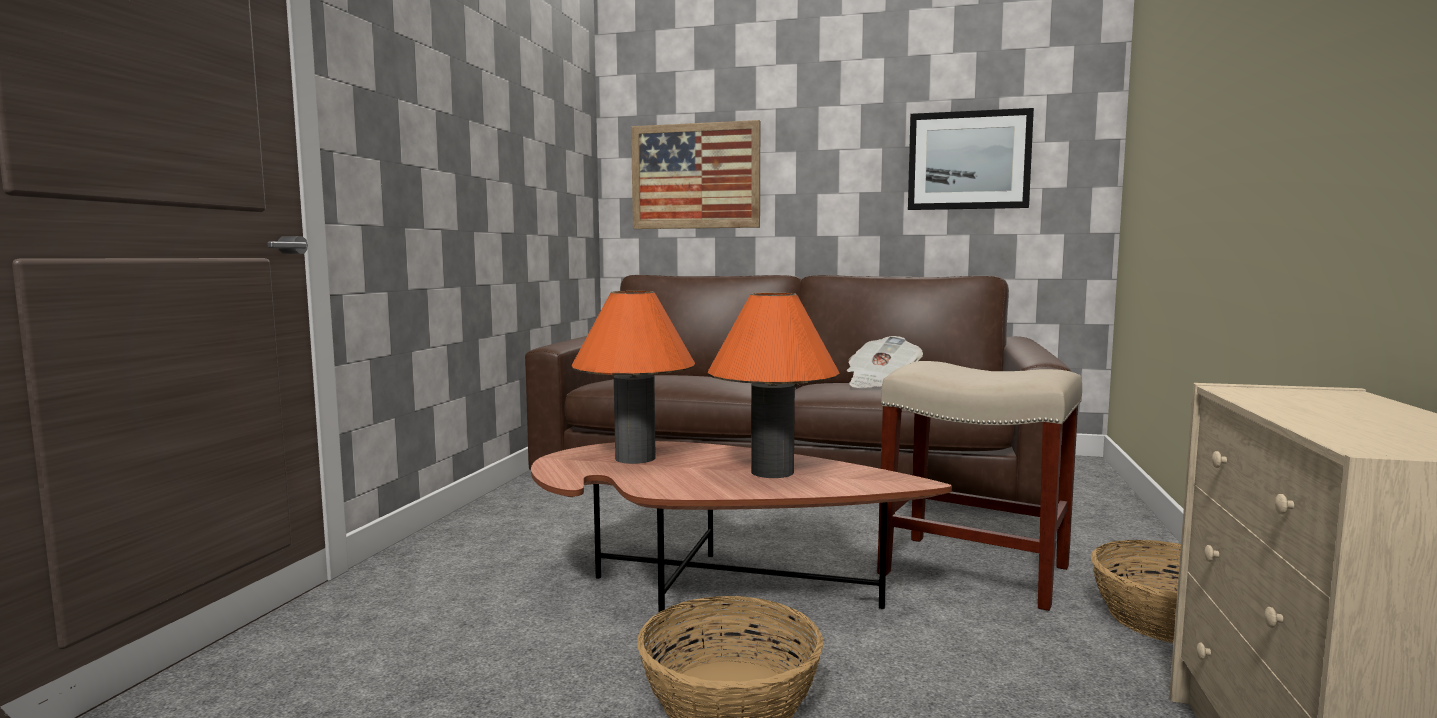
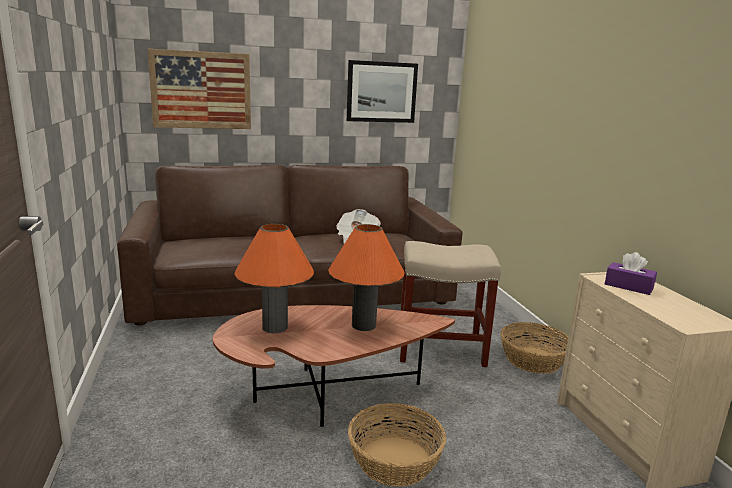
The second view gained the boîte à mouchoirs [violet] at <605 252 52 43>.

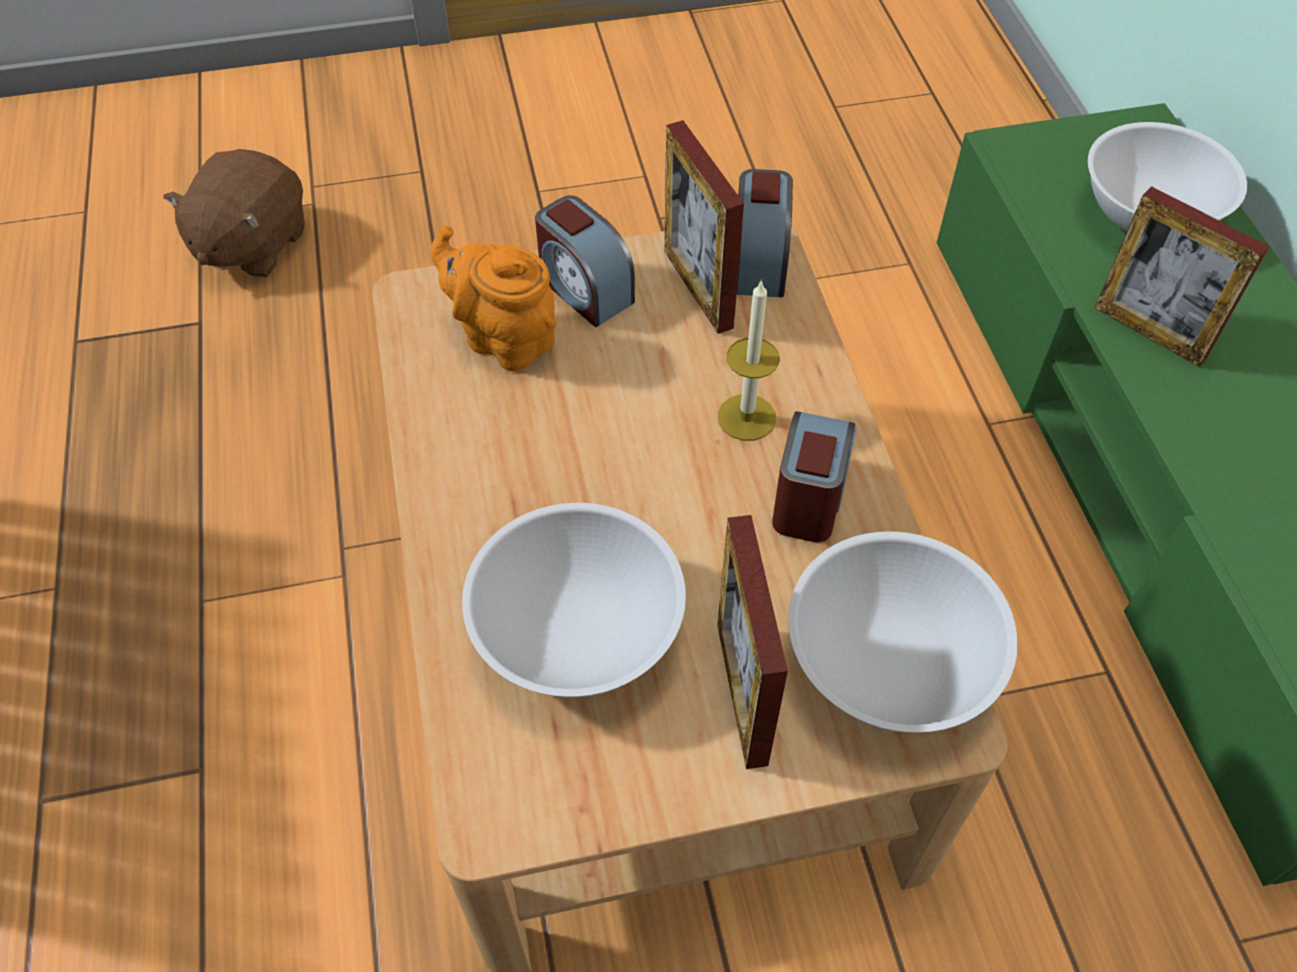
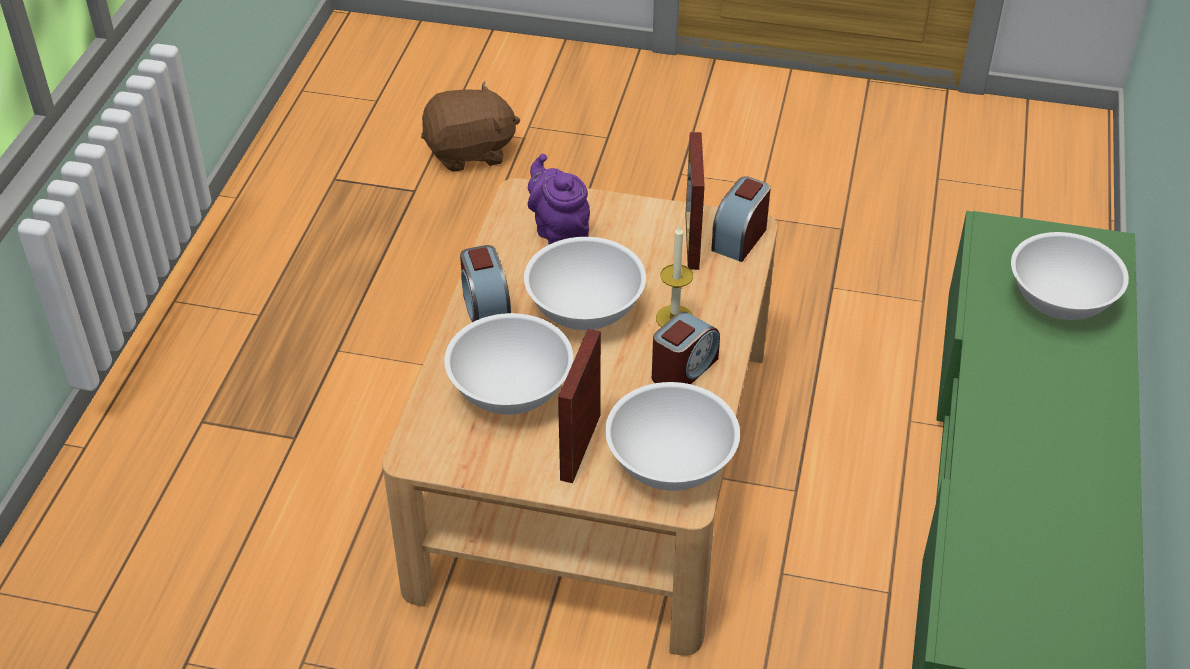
The second view lost the cadre photo at <1095 186 175 181>. The second view gained the bol [blanc] at <524 237 122 93>. The réveil ended up elsewhere, having gone from <535 195 100 132> to <460 245 51 77>. What was the théière [orange] at <430 225 127 146> turned into the théière [violet] at <528 154 62 91>. The peluche [marron] at <163 149 142 129> ended up facing another way, 150 degrees counterclockwise from before.

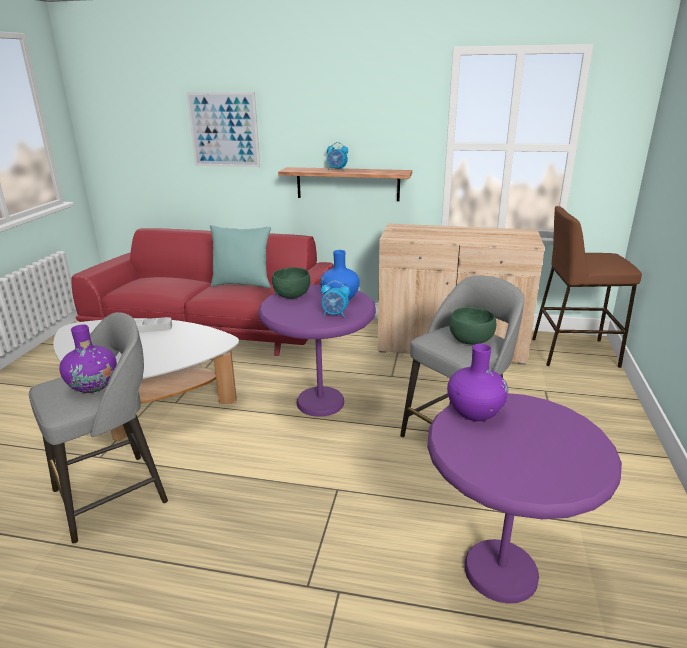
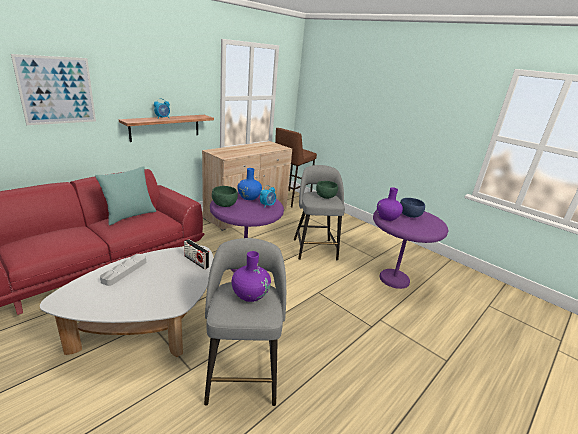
The second view gained the radio at <184 239 26 30>. The second view gained the bol [bleu] at <400 198 25 20>.

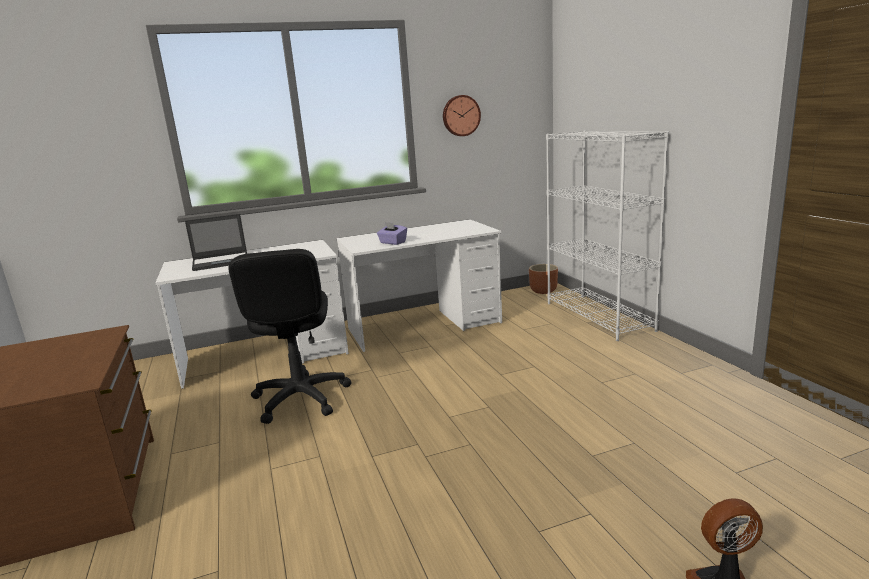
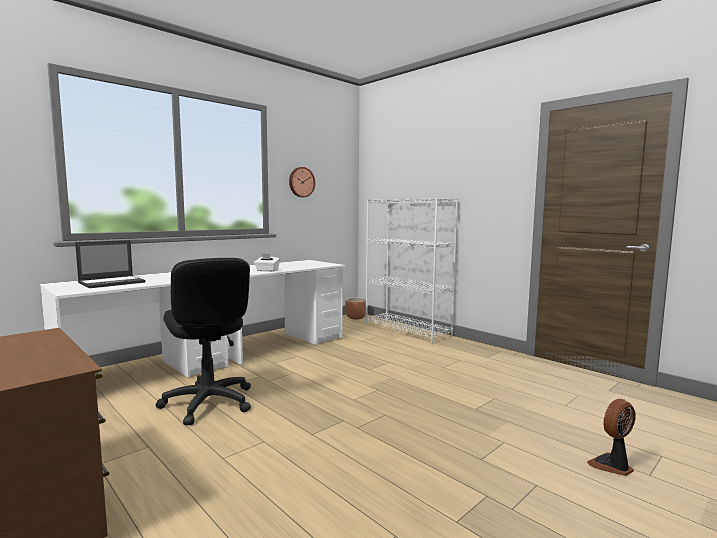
What was the boîte à mouchoirs [violet] at <377 222 30 23> turned into the boîte à mouchoirs [blanc] at <254 253 26 19>.

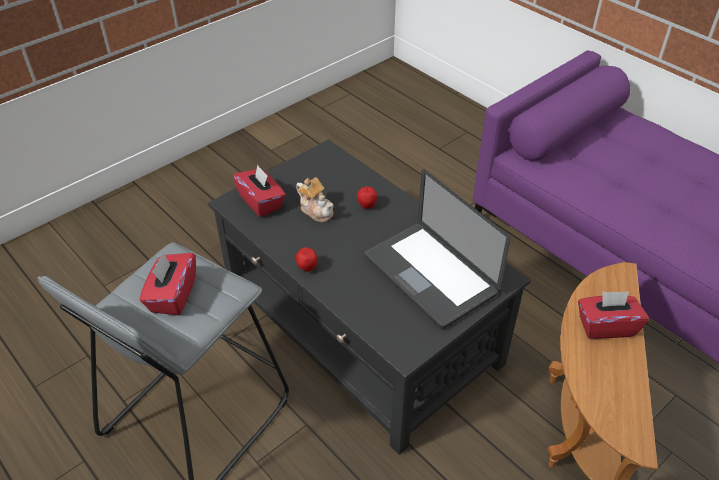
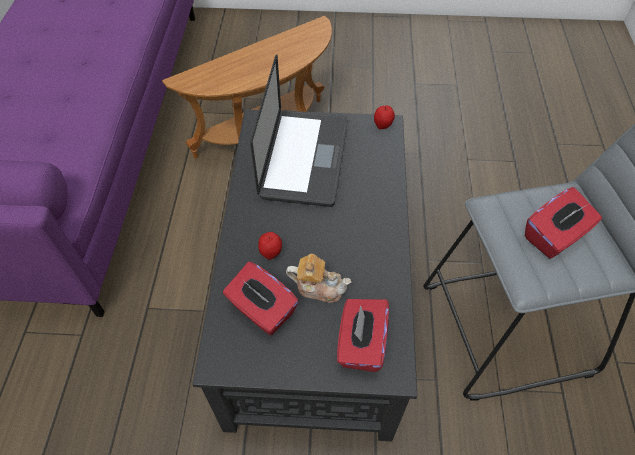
The pomme ended up elsewhere, having gone from <296 247 21 25> to <374 106 21 24>. The boîte à mouchoirs [rouge] ended up elsewhere, having gone from <578 291 71 48> to <223 261 76 74>. The théière at <296 177 38 45> ended up facing another way, 105 degrees clockwise from before.

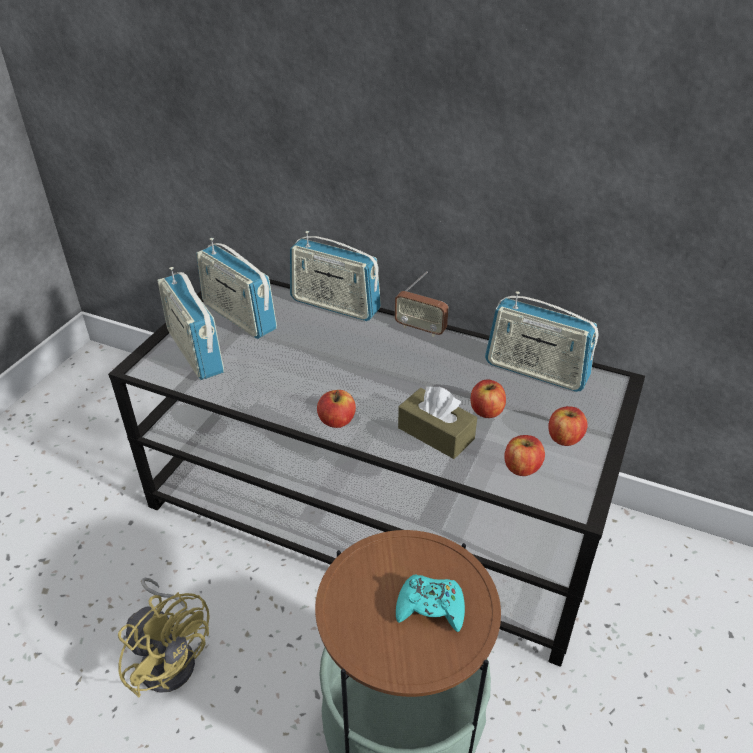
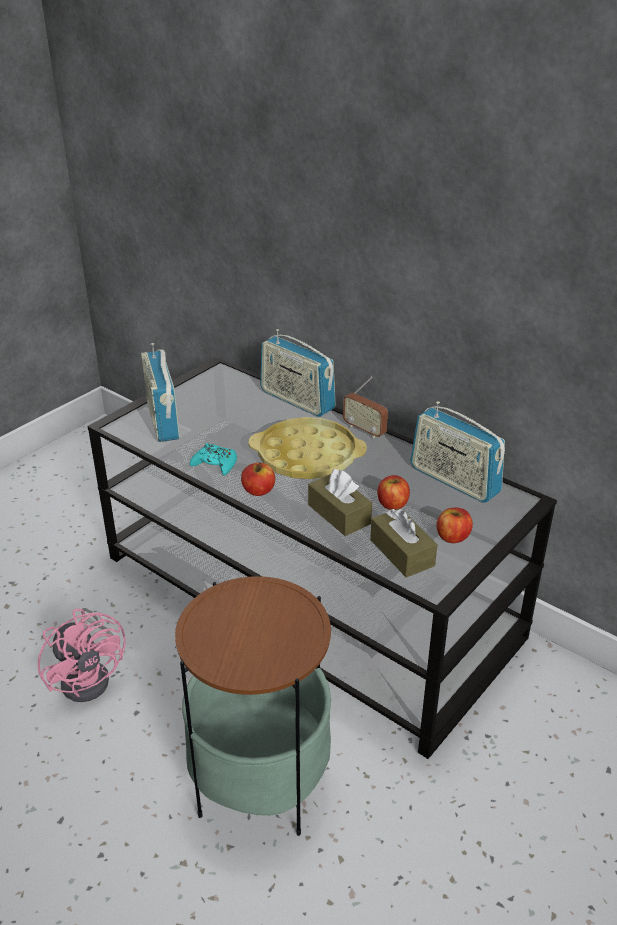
The second view lost the radio at <196 238 81 101>. The second view gained the plateau [jaune] at <248 417 119 62>. The manette [turquoise] ended up elsewhere, having gone from <396 574 69 58> to <190 443 47 33>. Where the pomme stood at <504 435 41 41>, the boîte à mouchoirs [marron] came to stand at <370 508 67 70>. What was the ventilateur [jaune] at <118 577 92 121> turned into the ventilateur [rose] at <38 608 88 94>.

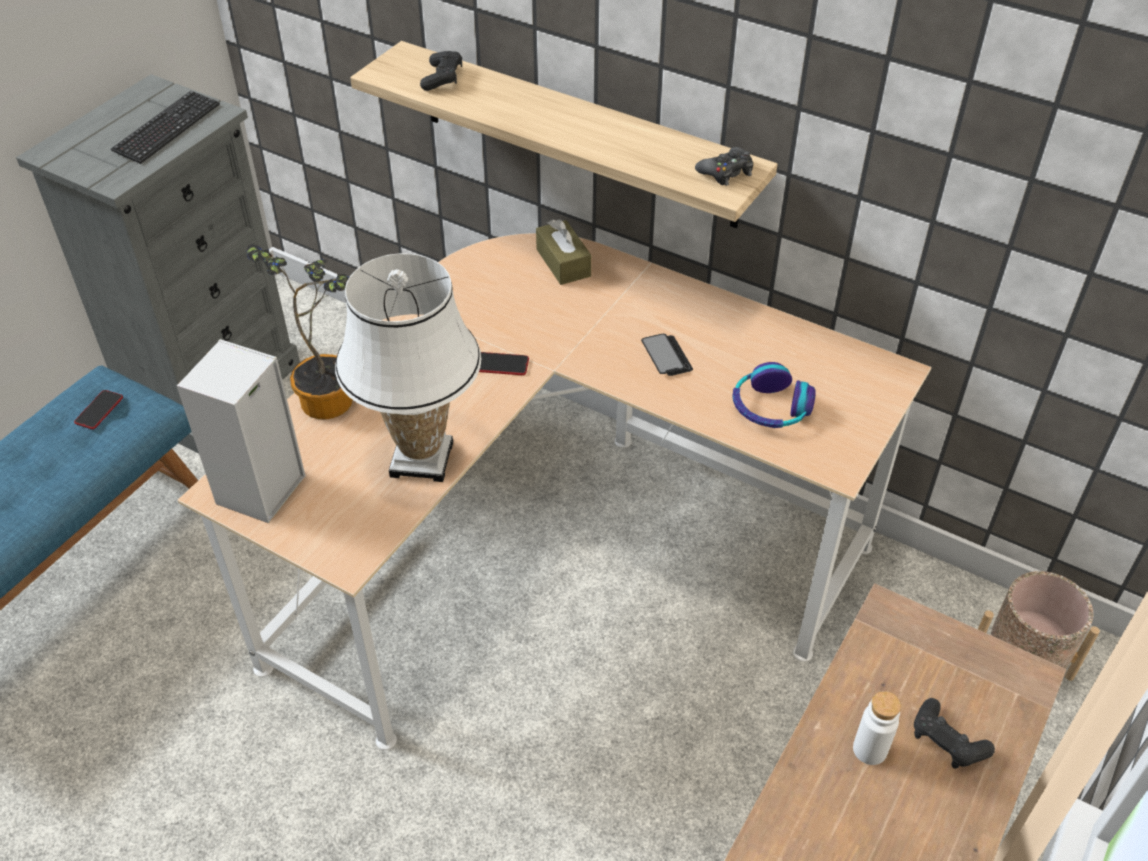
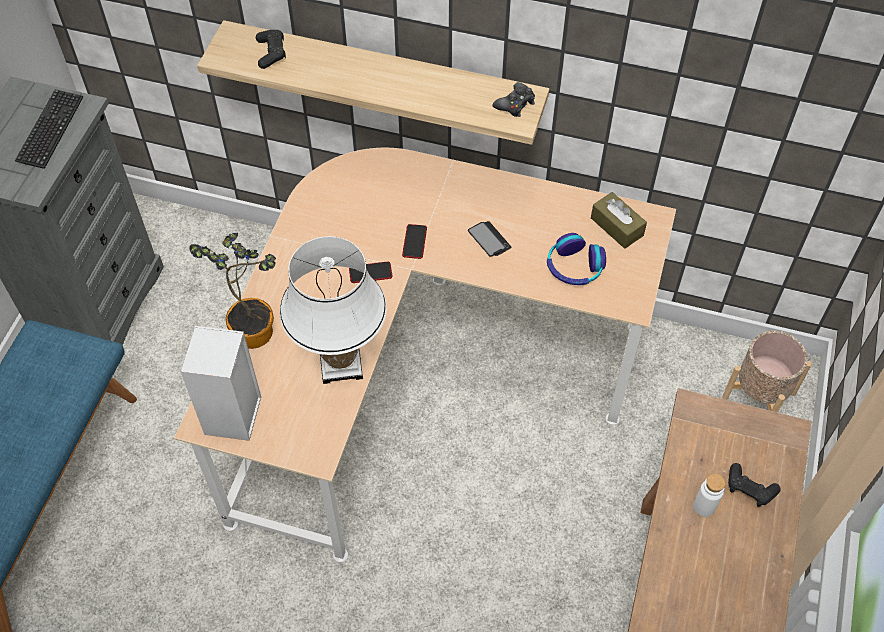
The téléphone ended up elsewhere, having gone from <74 390 49 39> to <402 224 25 35>. The boîte à mouchoirs [marron] ended up elsewhere, having gone from <536 219 55 66> to <591 192 56 57>.

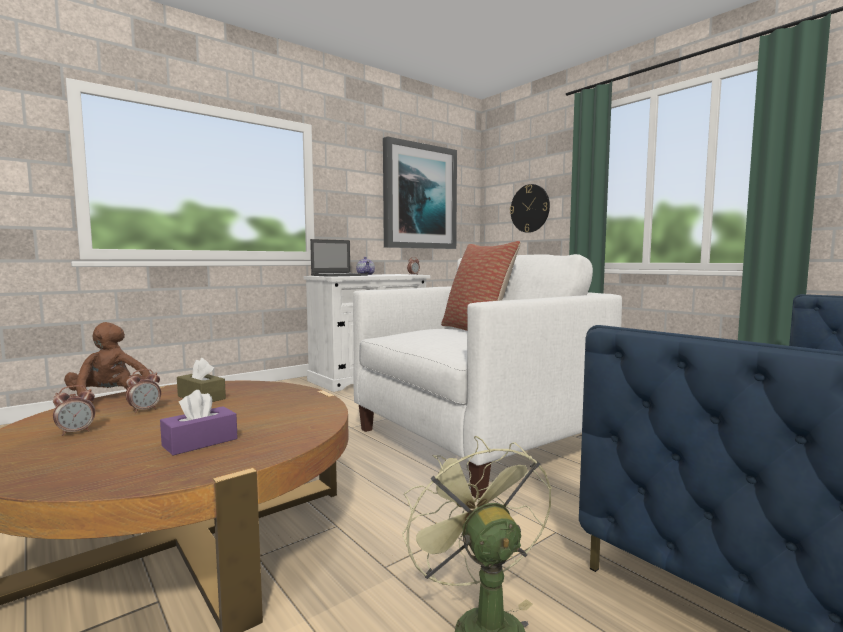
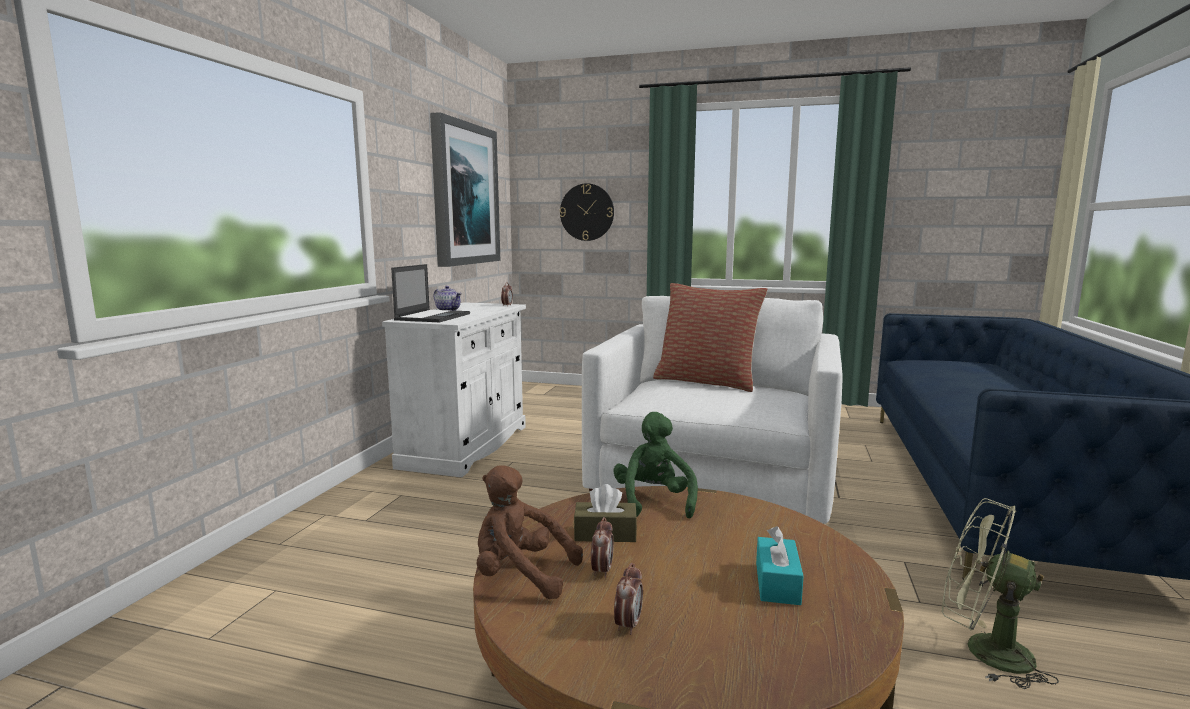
The second view gained the peluche [vert] at <613 412 85 106>. What was the boîte à mouchoirs [violet] at <160 390 78 65> turned into the boîte à mouchoirs [turquoise] at <756 526 48 79>.

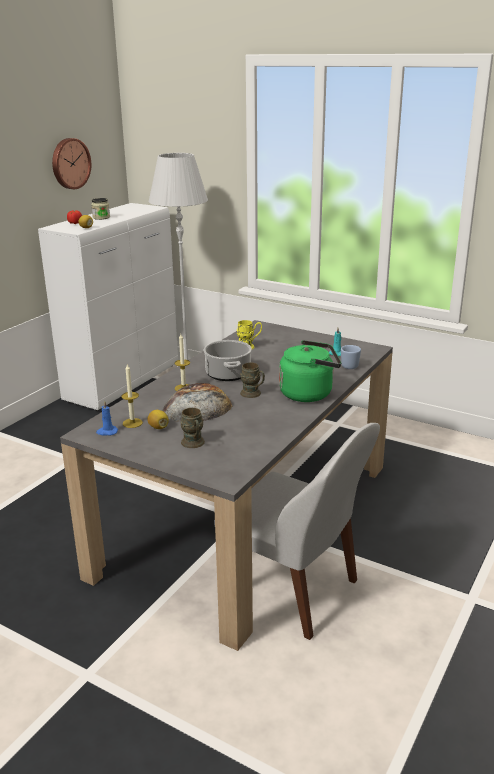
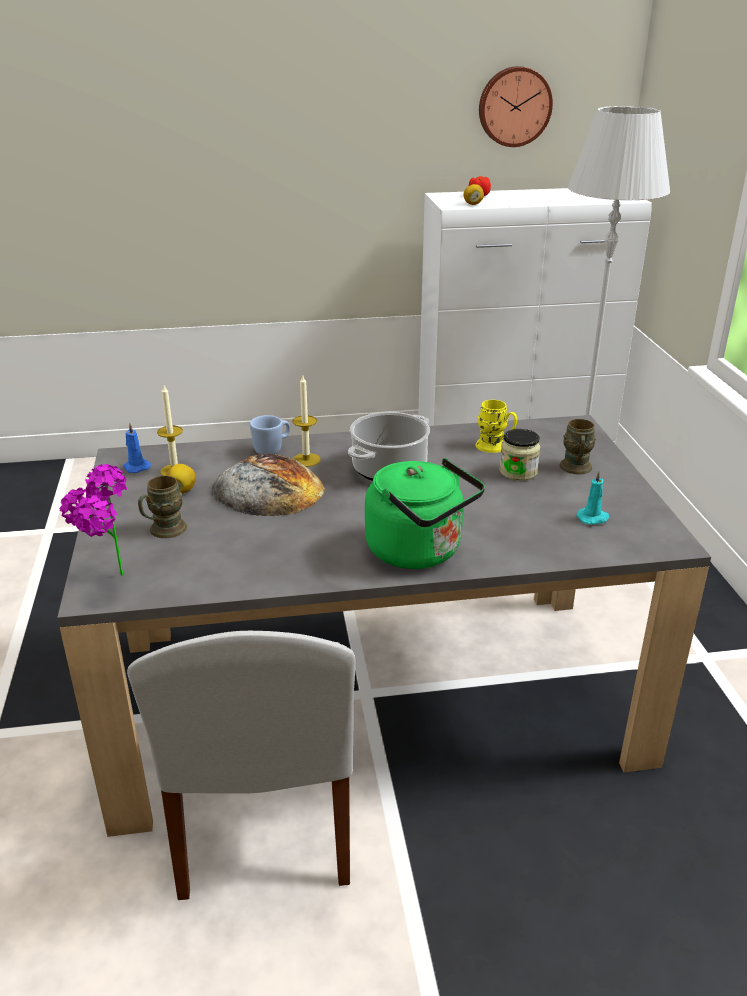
The second view gained the plante en pot at <59 464 68 112>. The bocal ended up elsewhere, having gone from <91 198 19 22> to <499 429 41 52>. The mug [marron] ended up elsewhere, having gone from <240 363 25 35> to <559 419 37 55>. The mug [bleu] ended up elsewhere, having gone from <341 345 20 24> to <250 415 40 39>.

